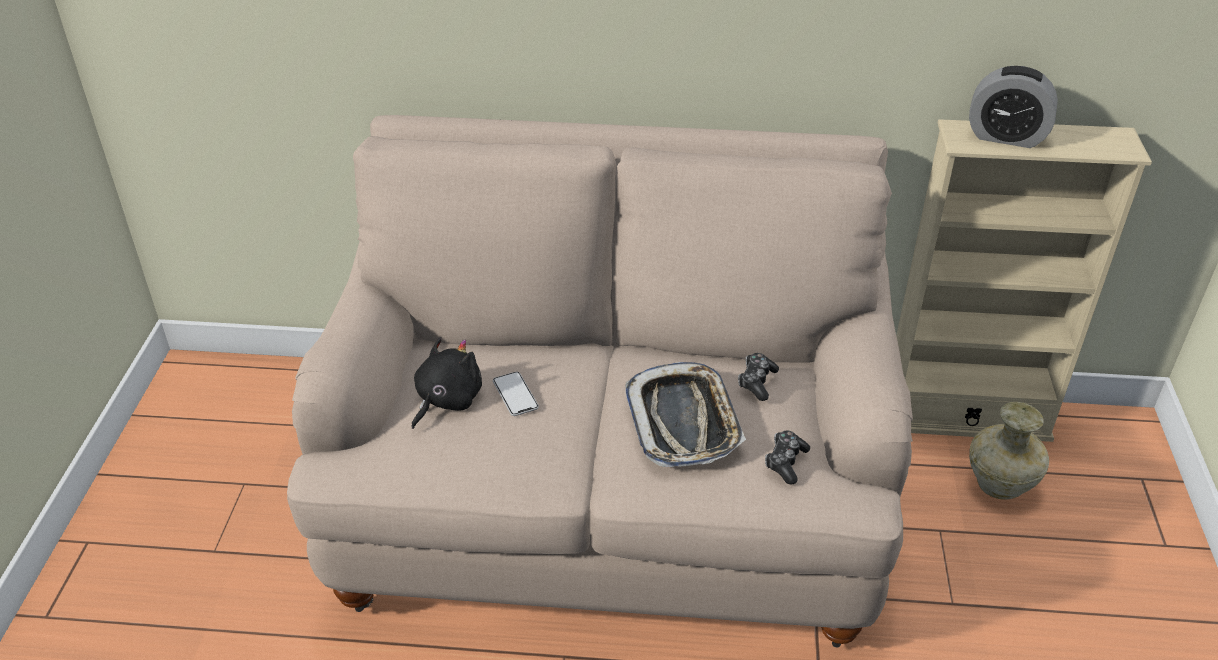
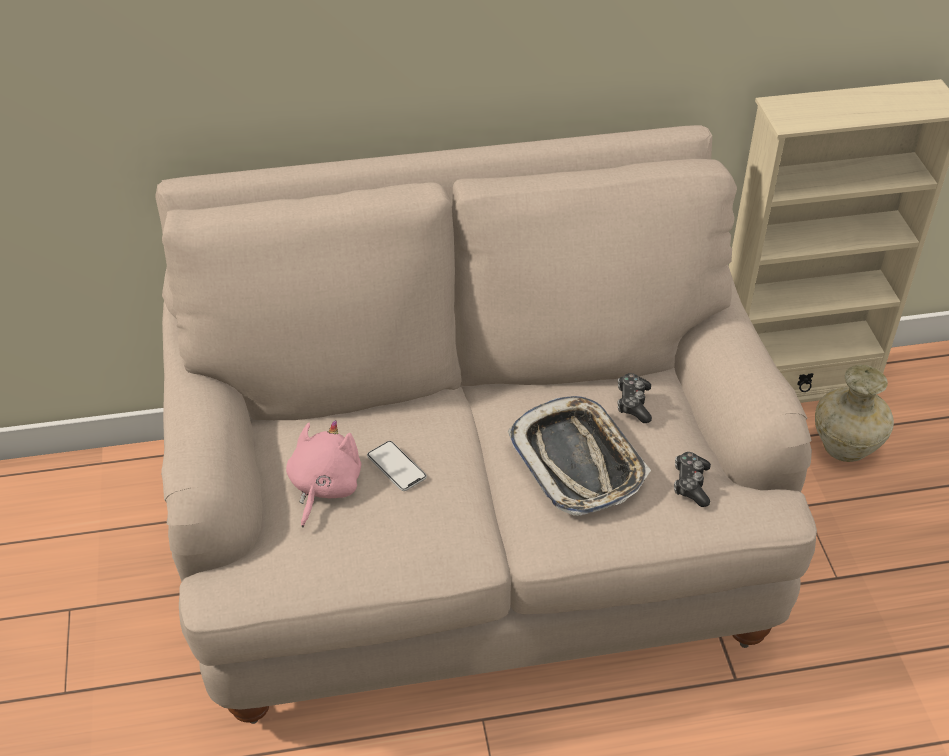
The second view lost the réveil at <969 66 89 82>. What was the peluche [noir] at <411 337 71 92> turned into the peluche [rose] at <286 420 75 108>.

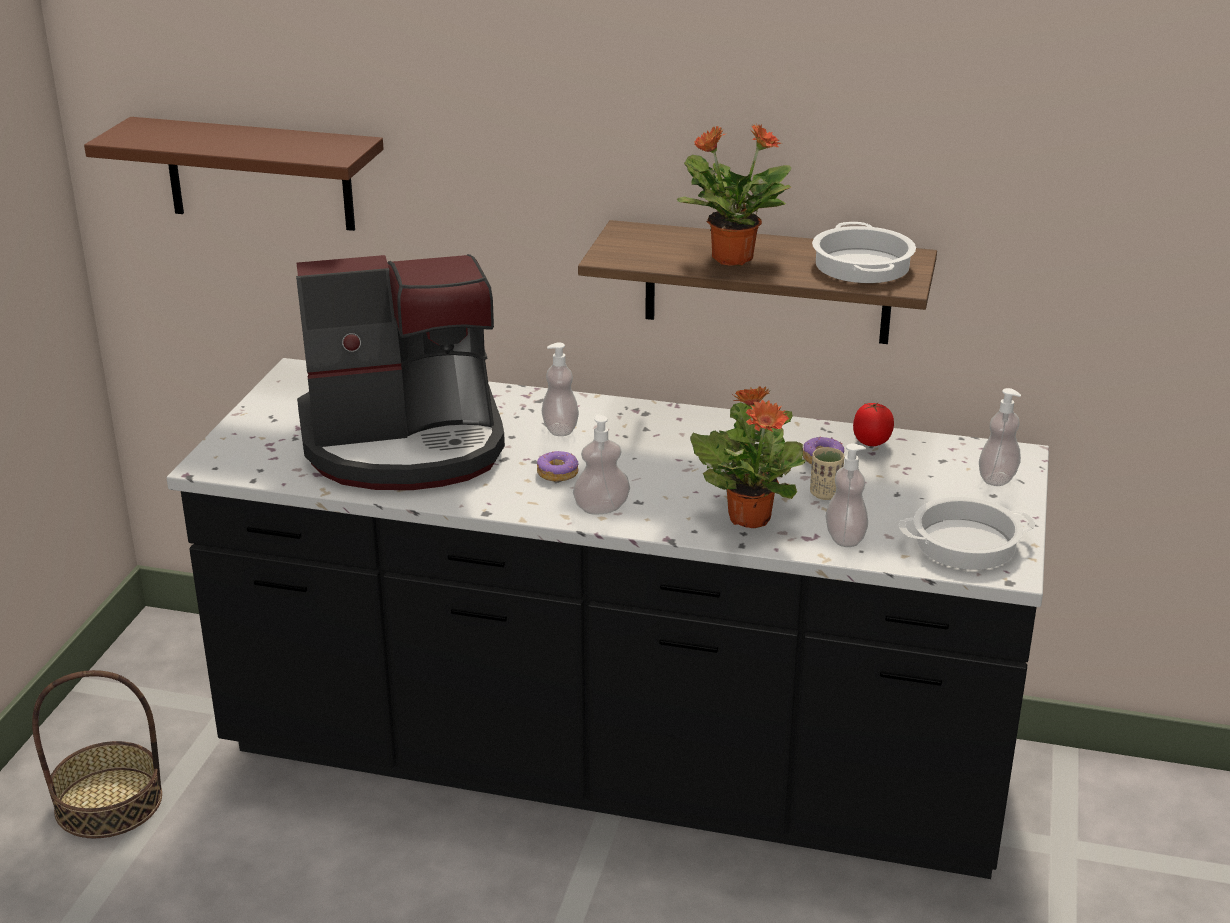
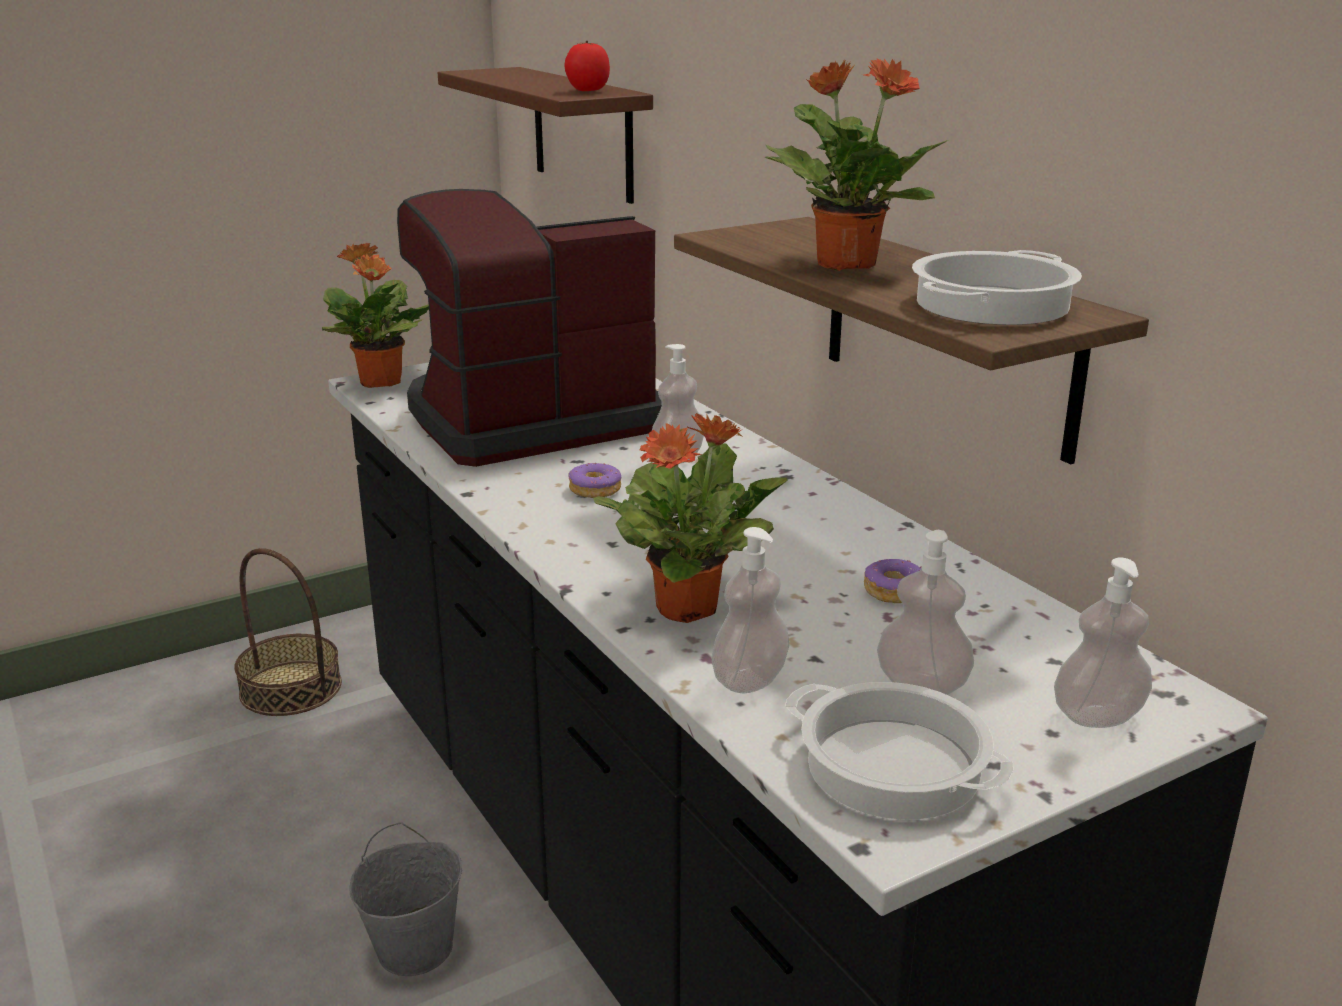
The second view lost the tasse [beige] at <810 447 34 53>. The second view gained the plante en pot at <322 243 107 145>. The second view gained the seau [gris] at <350 822 112 154>. The distributeur de savon ended up elsewhere, having gone from <573 415 57 100> to <877 530 97 165>. The tomate ended up elsewhere, having gone from <853 402 41 44> to <564 41 46 50>. The machine à café at <296 254 209 236> ended up facing another way, 120 degrees clockwise from before.

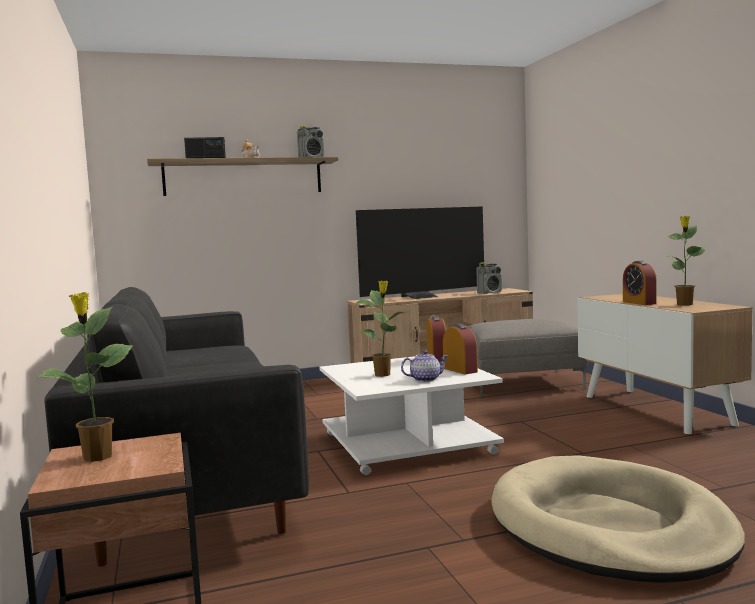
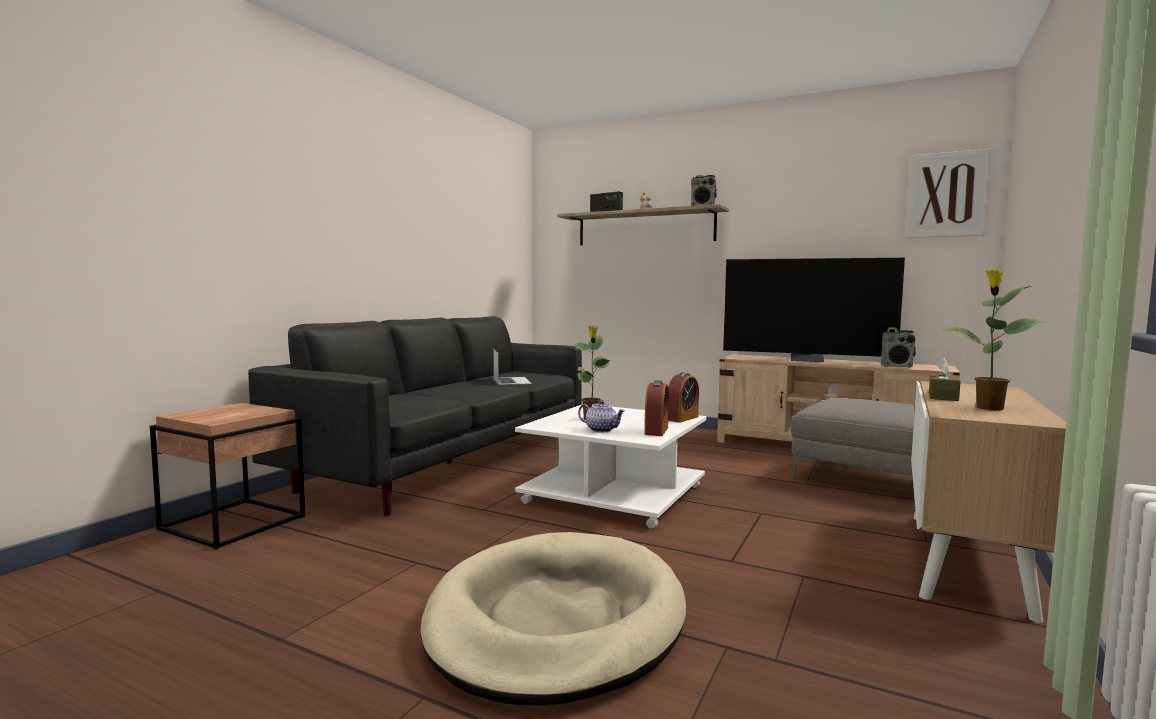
The second view lost the plante en pot at <37 292 96 170>. The second view gained the ordinateur portable at <493 349 39 36>. The second view gained the tableau at <906 149 85 89>. Where the réveil stood at <623 261 34 44>, the boîte à mouchoirs [marron] came to stand at <929 358 31 43>.

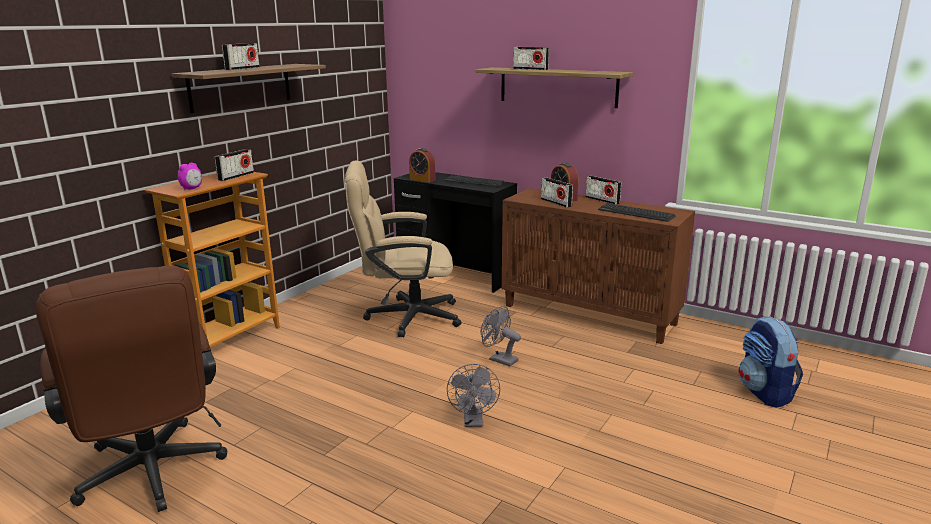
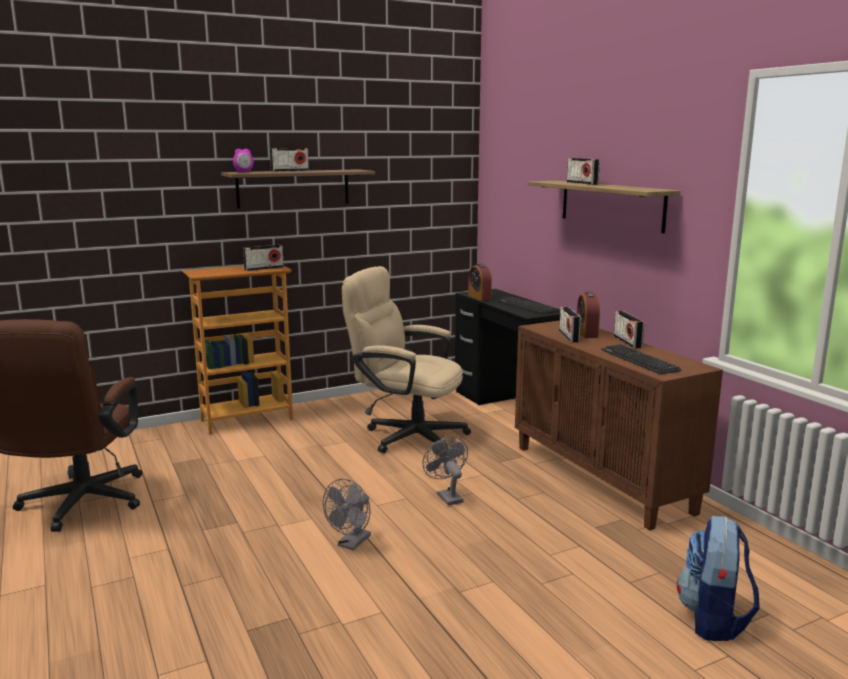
The réveil ended up elsewhere, having gone from <178 163 24 27> to <233 149 21 23>.

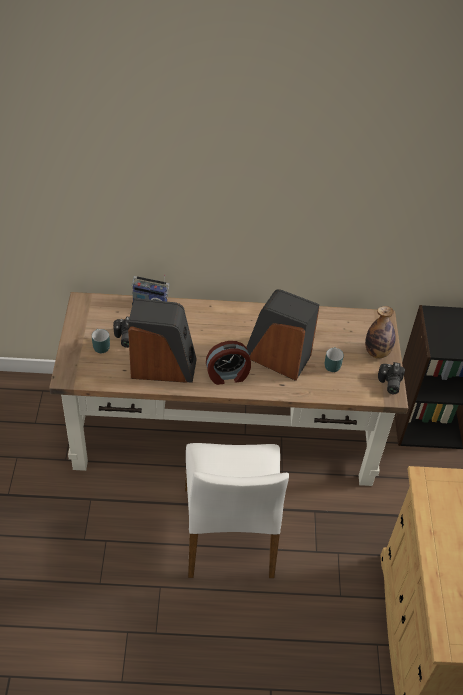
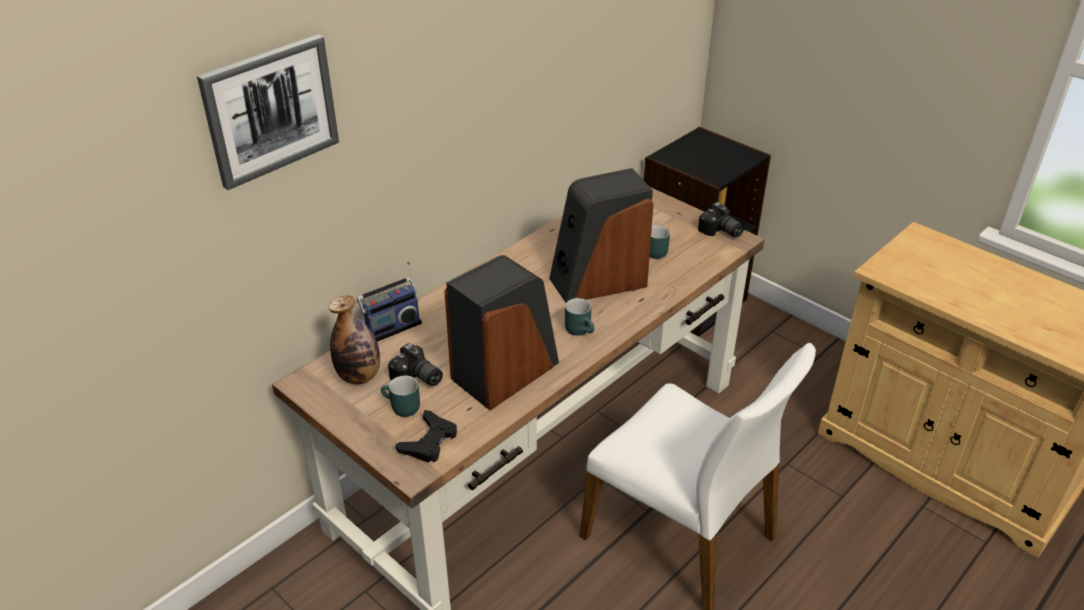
The second view gained the tableau at <197 34 142 156>. The second view gained the manette [noir] at <395 410 62 53>. The bouteille ended up elsewhere, having gone from <365 306 31 52> to <328 295 52 89>. Where the réveil stood at <206 341 45 44>, the mug [turquoise] came to stand at <565 298 29 38>.

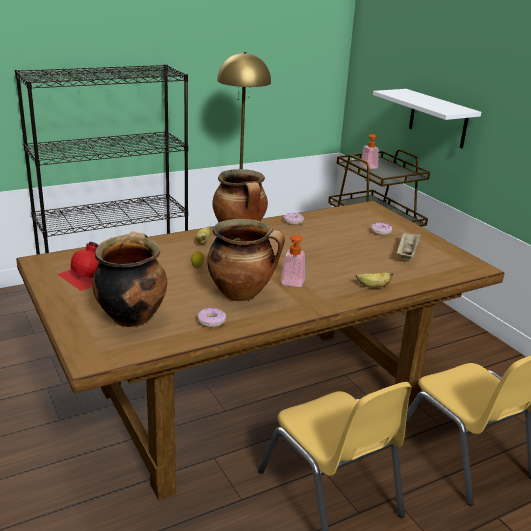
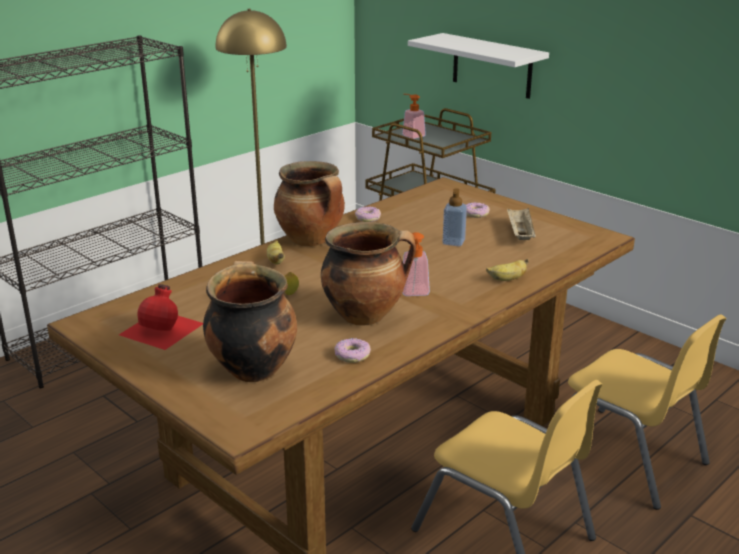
The second view gained the distributeur de savon at <443 188 24 58>.

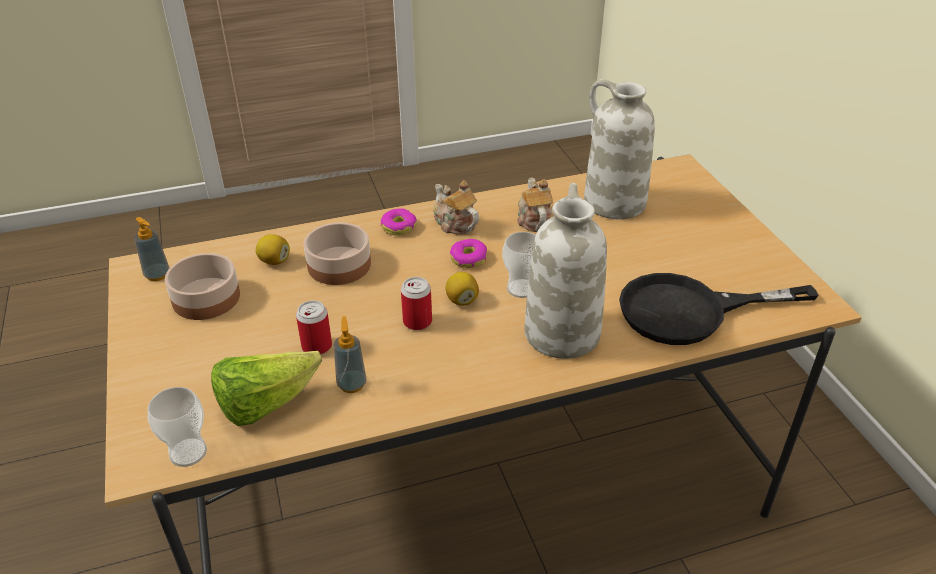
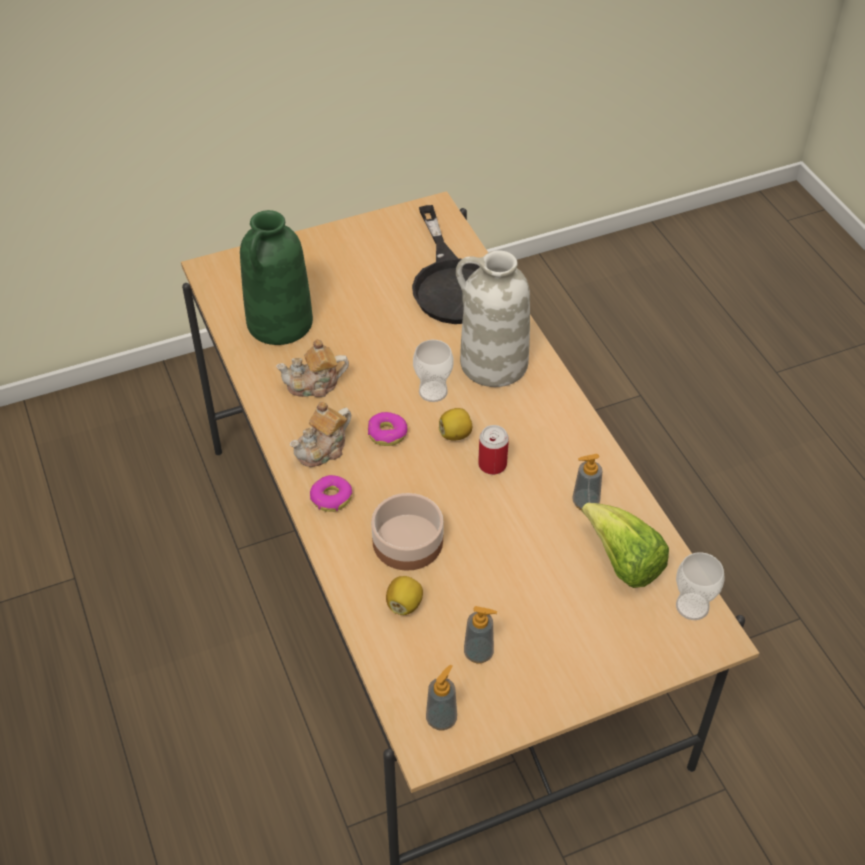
The second view lost the boîte métallique at <296 301 36 54>. Where the bol stood at <165 253 75 67>, the distributeur de savon came to stand at <464 606 33 58>. What was the vase [blanc] at <584 79 71 140> turned into the vase [vert] at <240 210 73 135>.

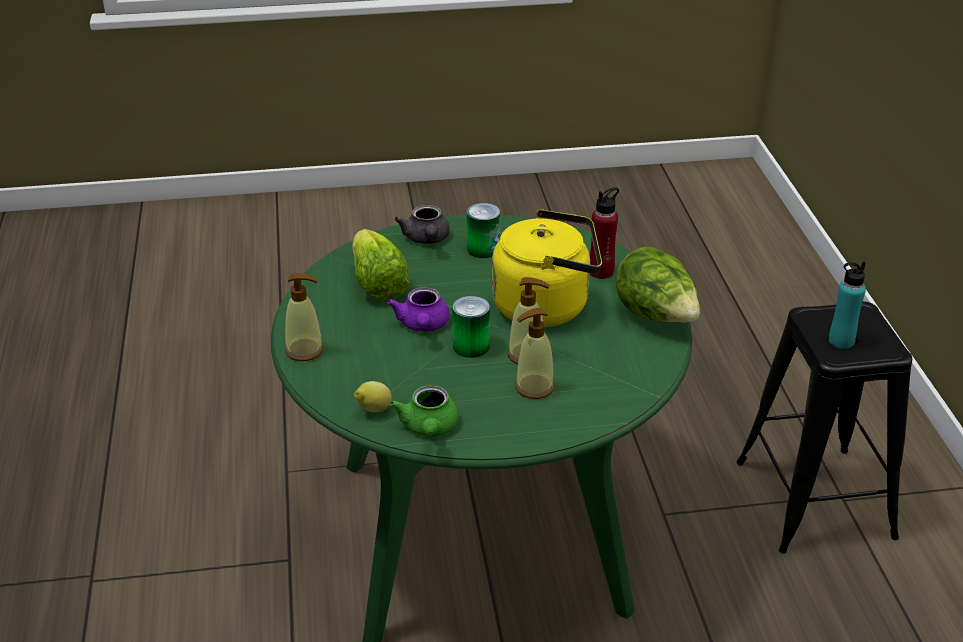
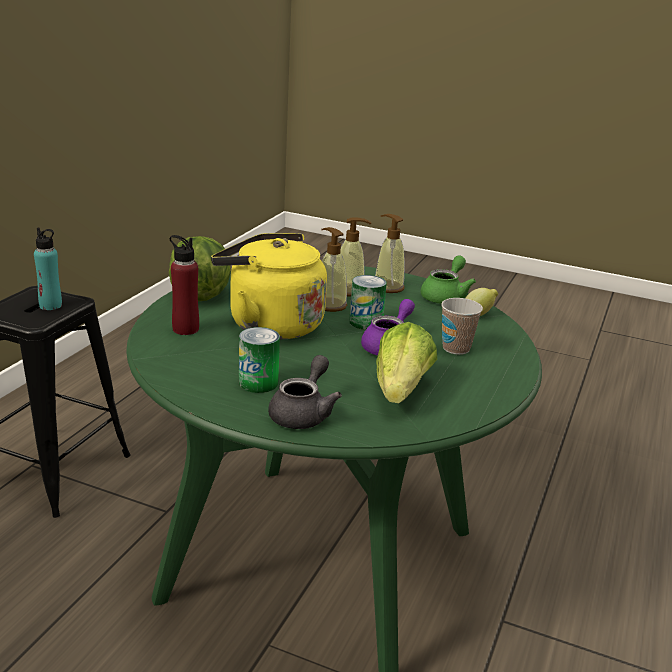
The second view gained the tasse at <441 298 42 57>. The distributeur de savon ended up elsewhere, having gone from <285 273 39 88> to <375 214 30 79>.

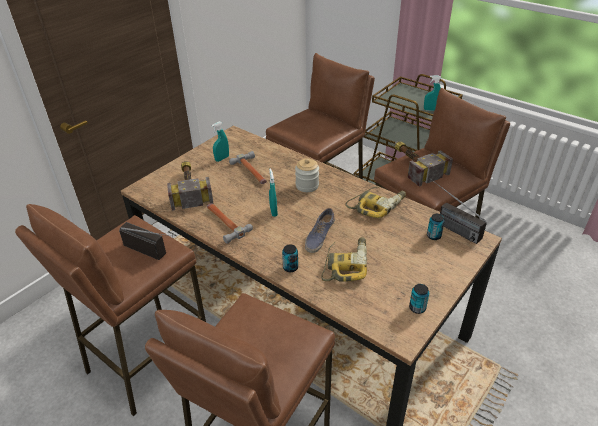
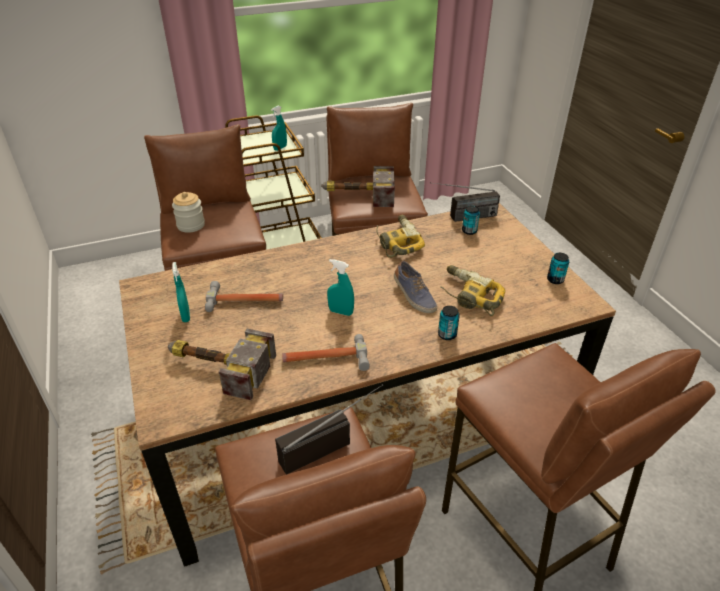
The bocal ended up elsewhere, having gone from <295 158 24 34> to <172 192 33 41>.

